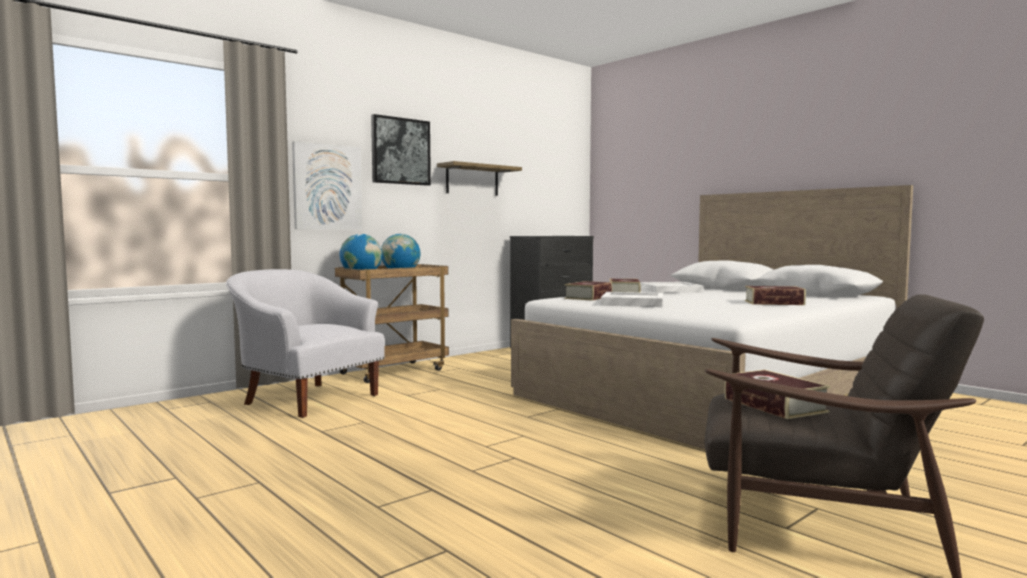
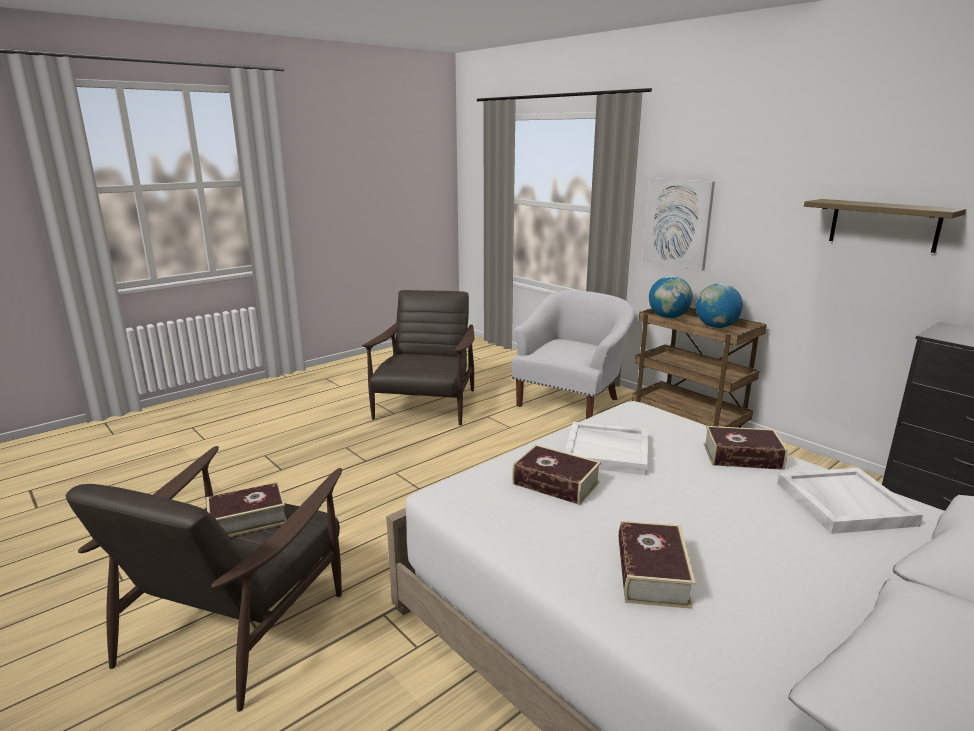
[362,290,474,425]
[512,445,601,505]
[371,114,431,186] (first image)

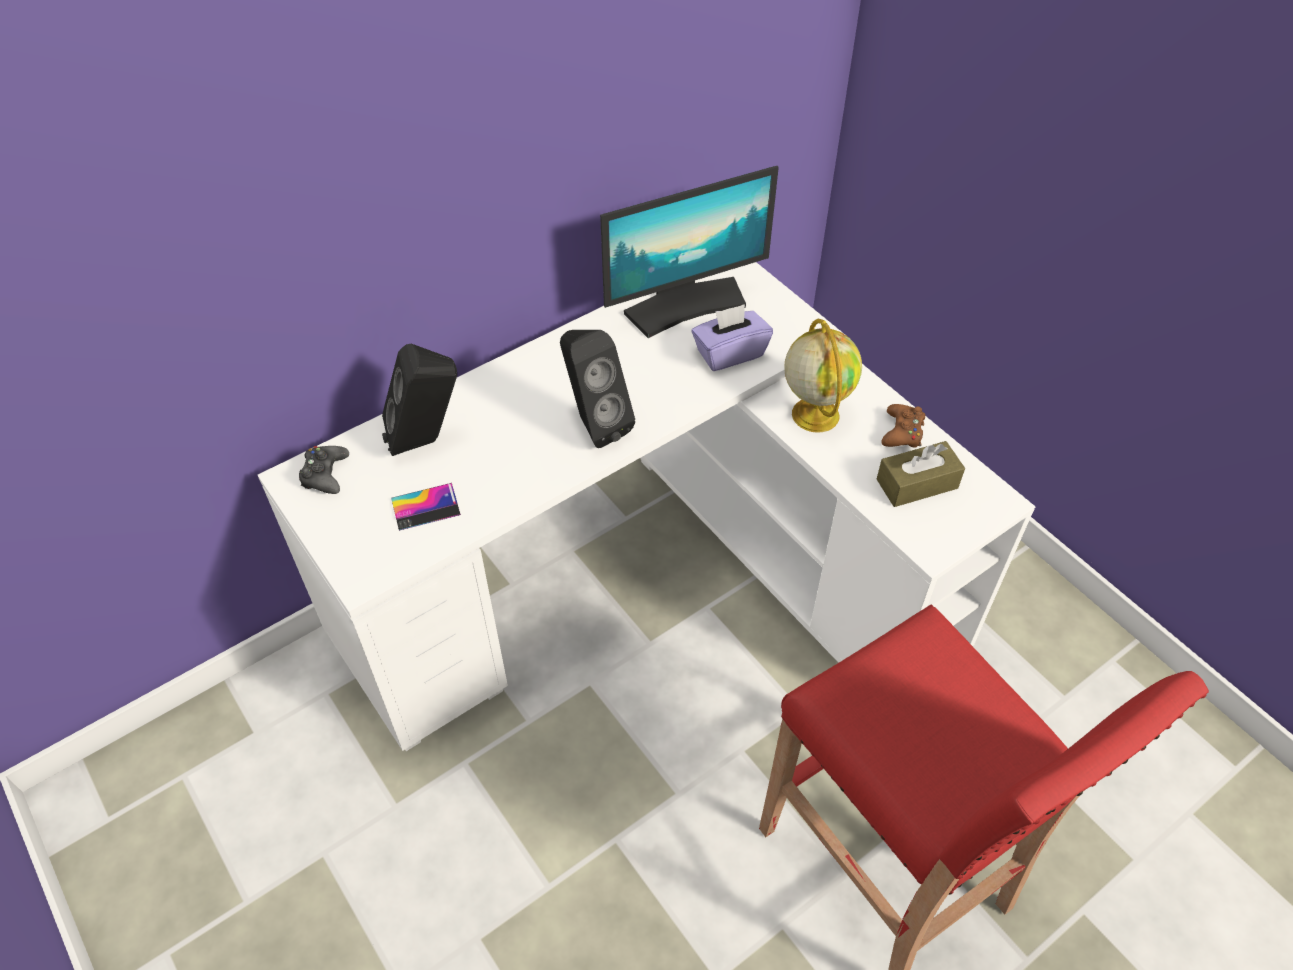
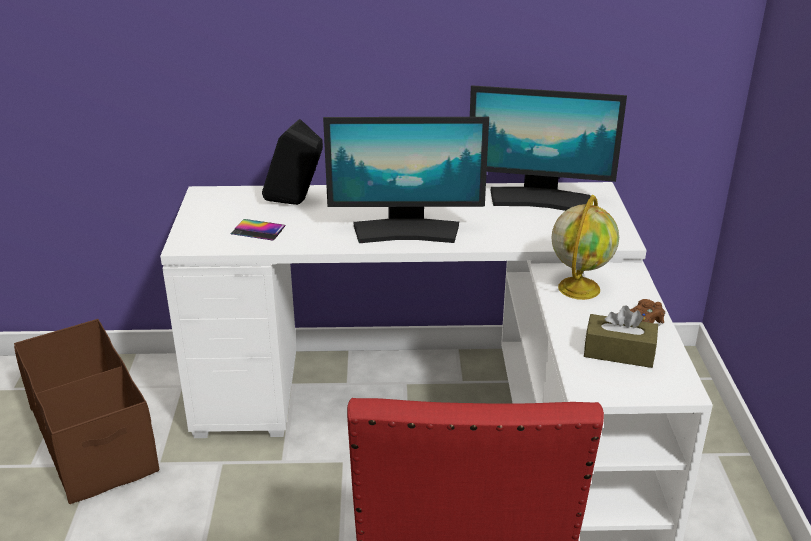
[14,319,159,504]
[323,117,489,243]
[299,446,349,494] (first image)
[692,304,773,371] (first image)

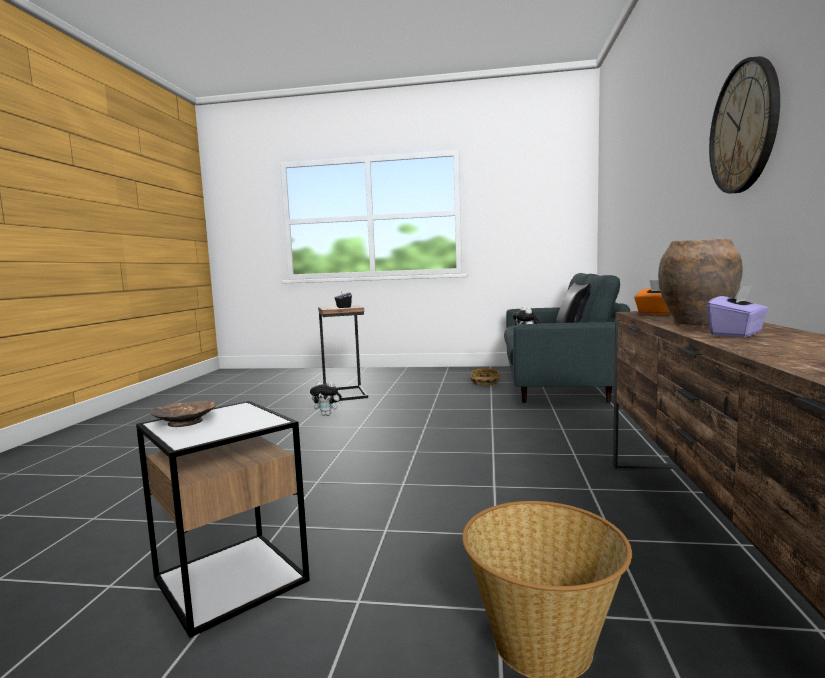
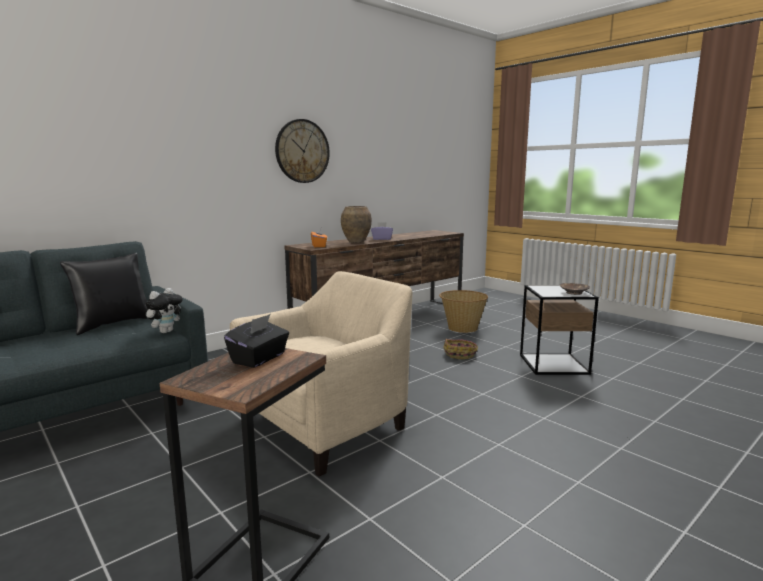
[230,271,412,476]
[443,339,478,359]
[310,381,342,416] (first image)

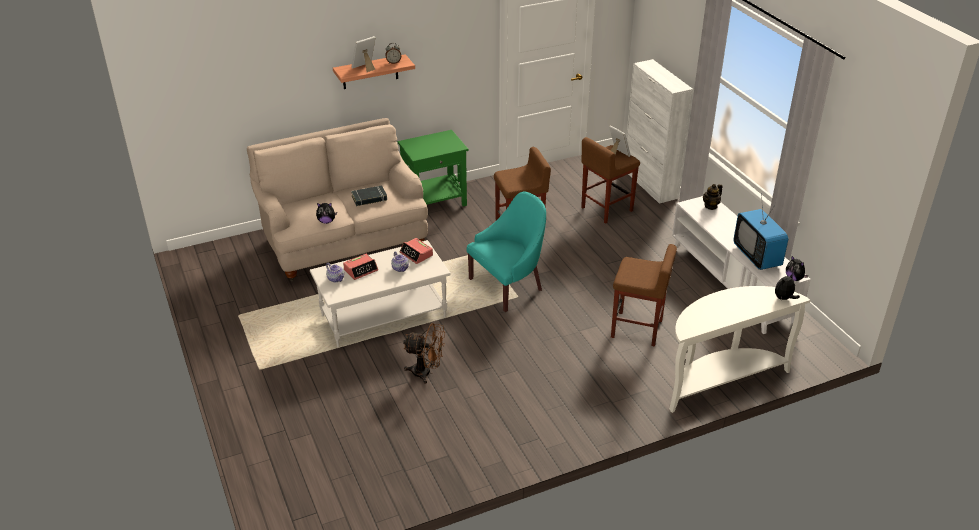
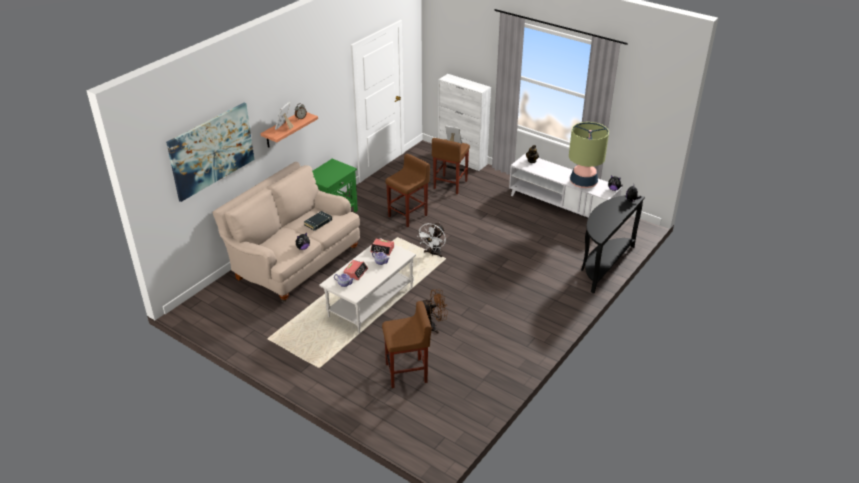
[166,102,254,202]
[382,301,431,388]
[417,223,446,257]
[569,122,609,188]
[581,195,645,293]

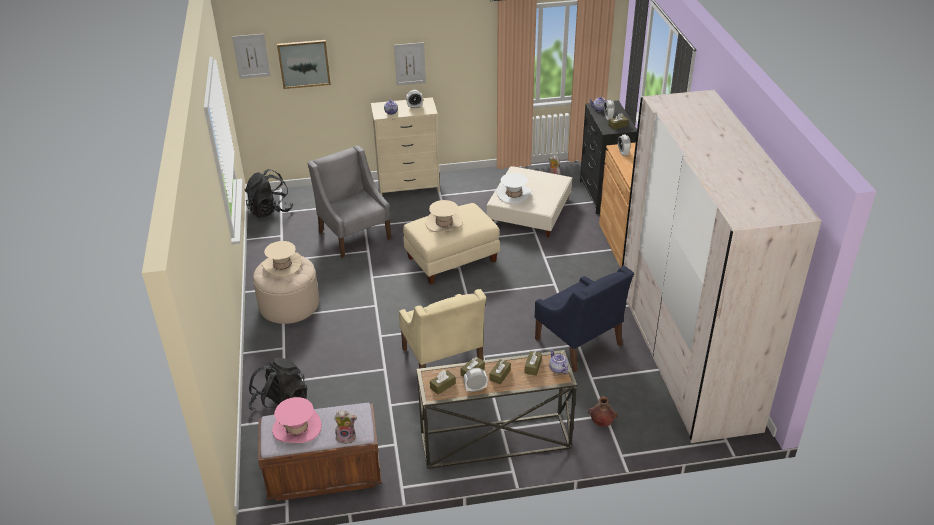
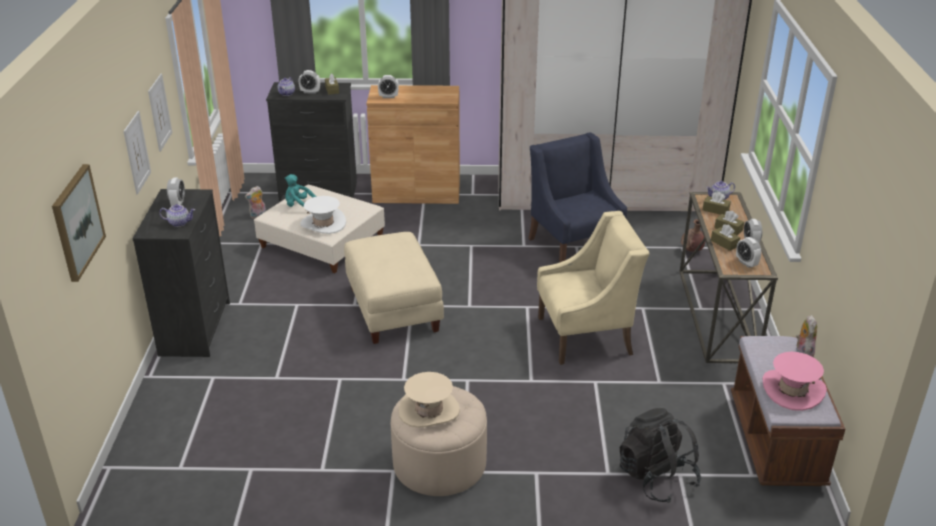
[132,189,230,357]
[148,74,172,152]
[285,174,317,207]
[528,132,627,262]
[736,237,761,268]
[244,169,294,218] (first image)
[307,145,391,258] (first image)
[426,200,463,232] (first image)

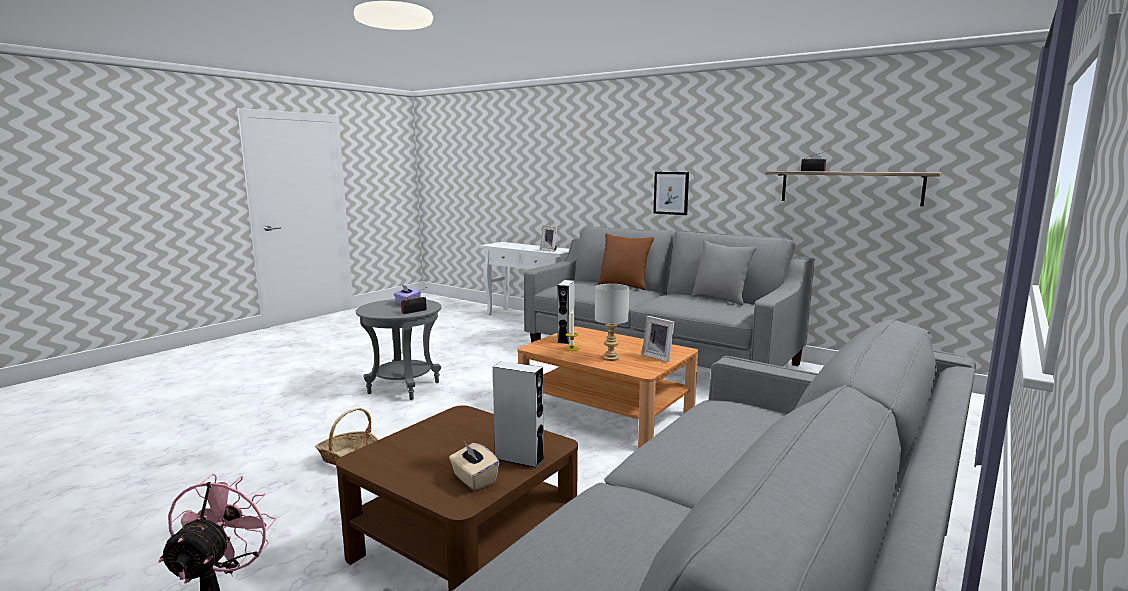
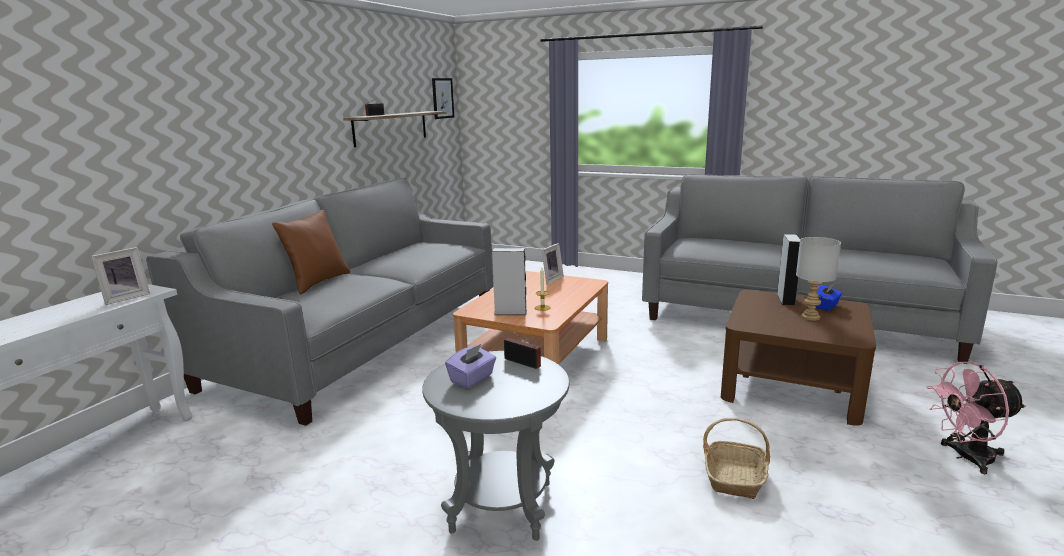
[432,78,454,119]
[796,237,841,321]
[815,283,842,311]
[691,240,757,306] (first image)

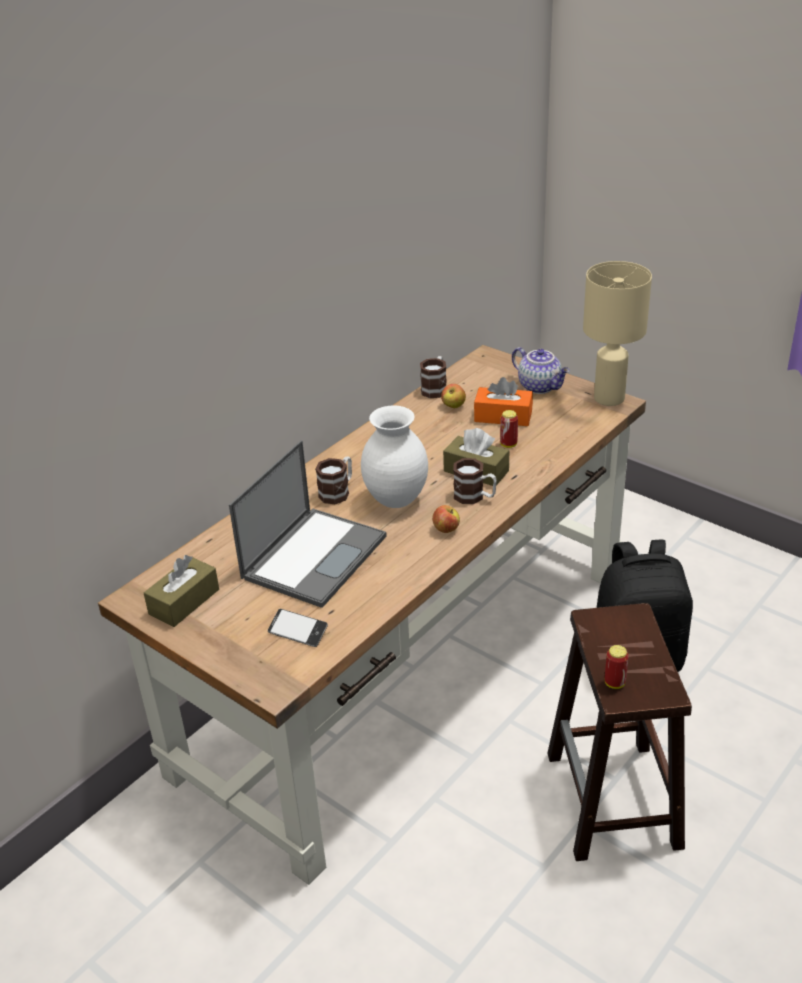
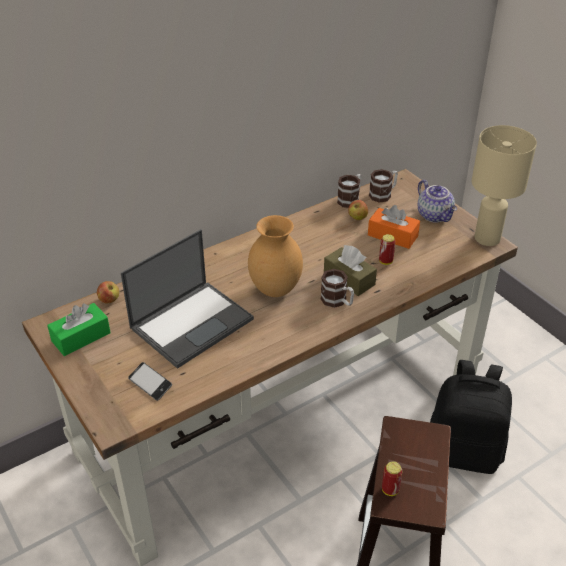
[47,303,111,356]
[97,281,119,303]
[248,215,303,297]
[369,169,398,203]

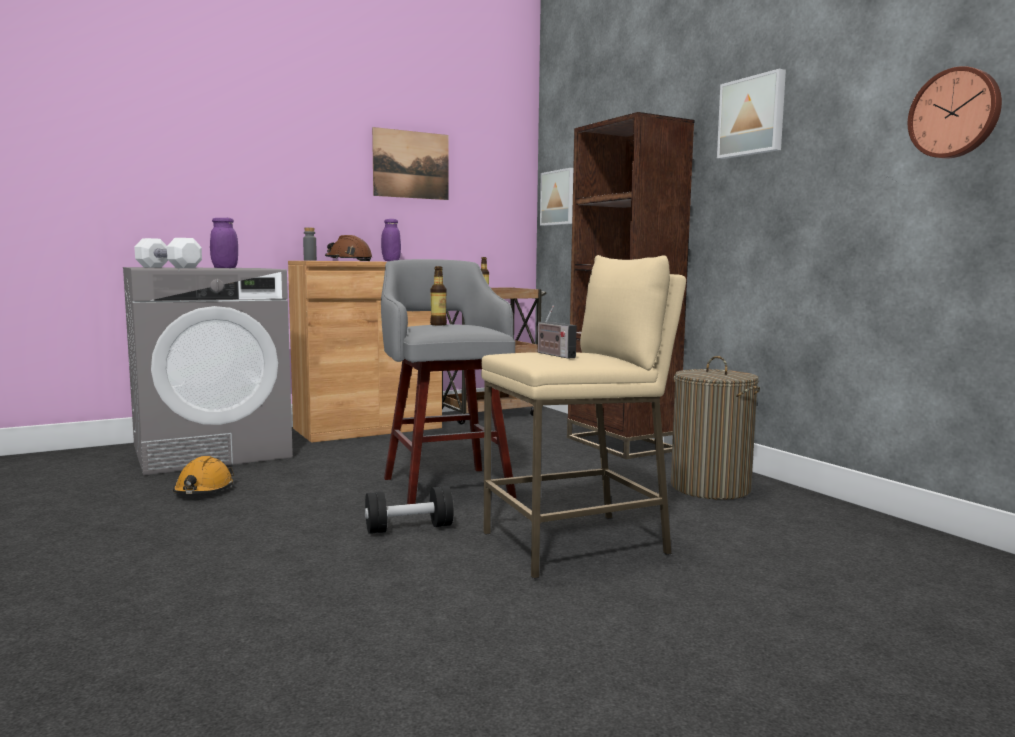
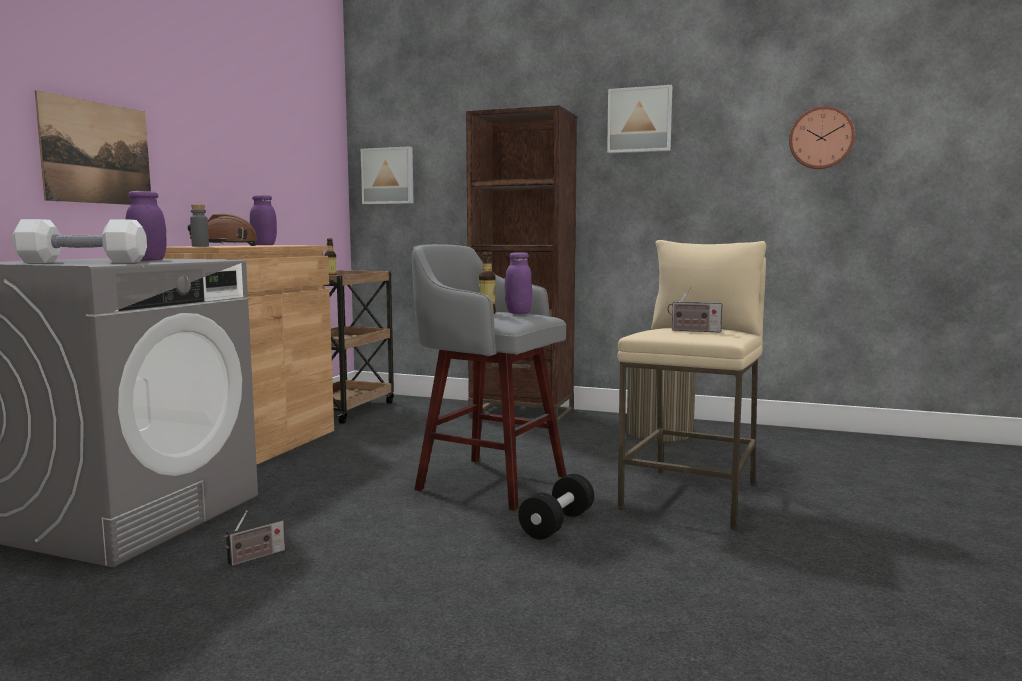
[35,90,151,205]
[221,510,285,566]
[504,252,532,314]

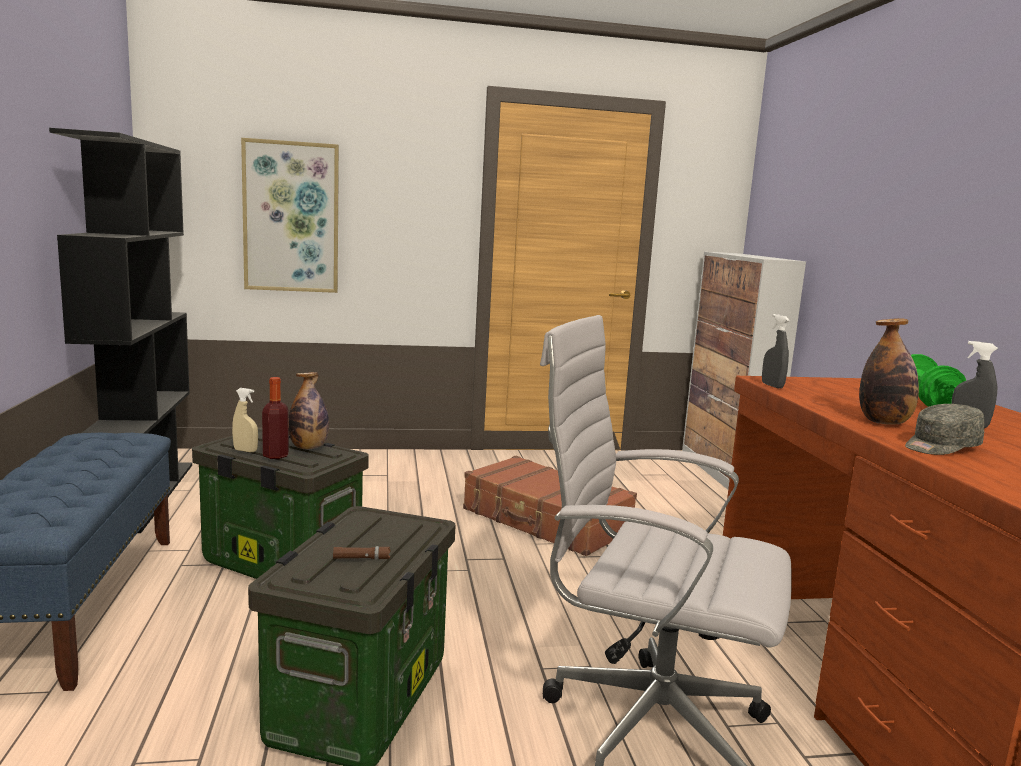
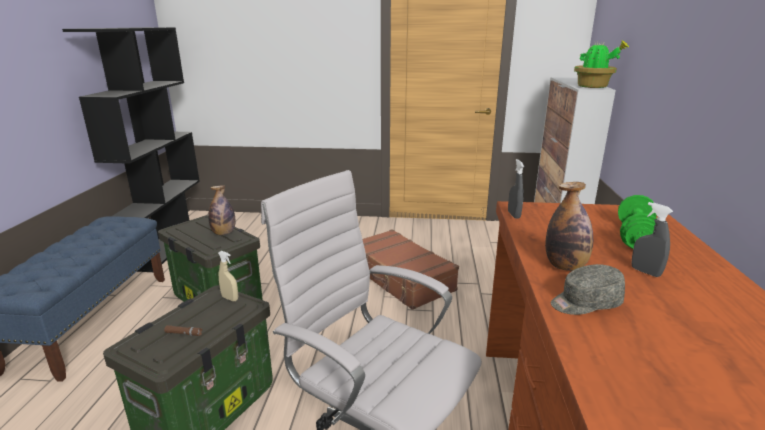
[218,251,238,301]
[574,41,629,88]
[241,138,339,293] (first image)
[262,377,289,459] (first image)

